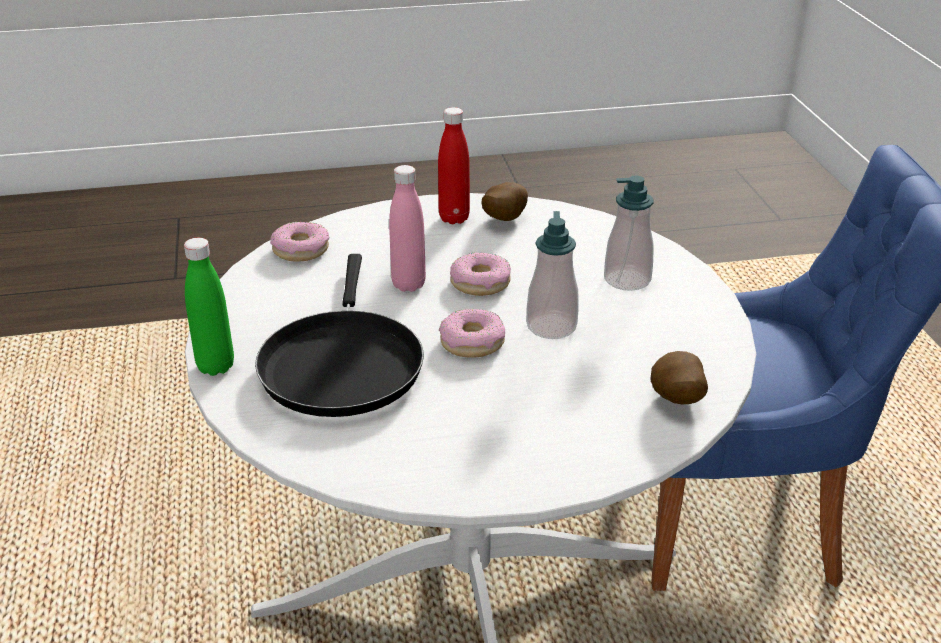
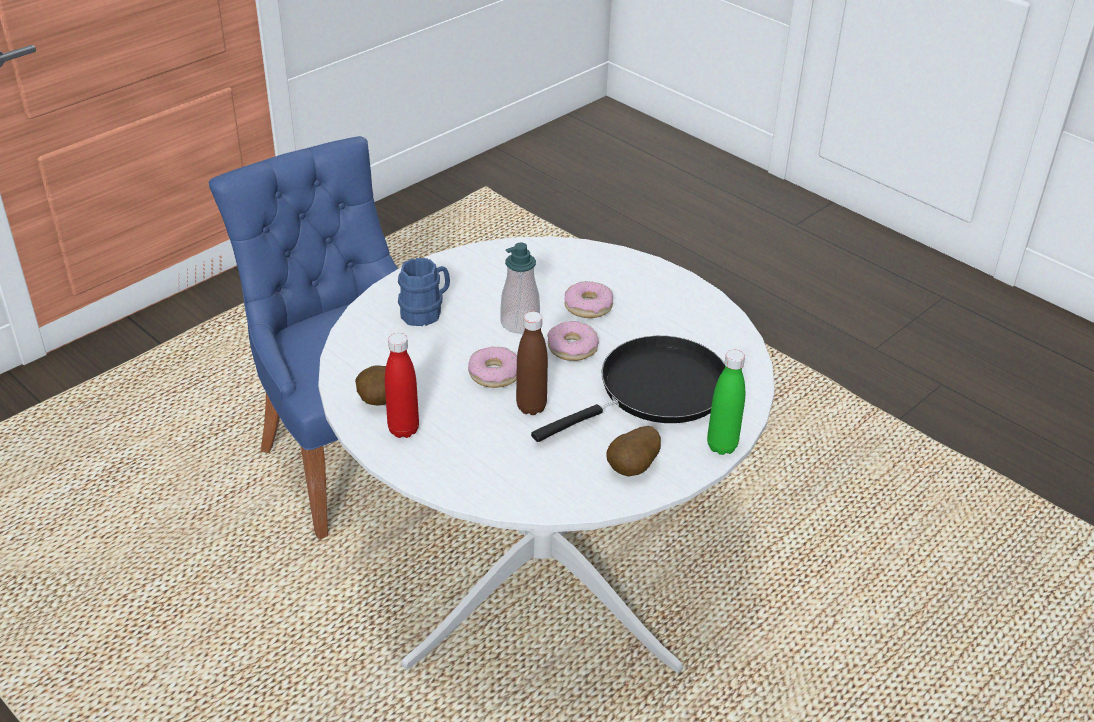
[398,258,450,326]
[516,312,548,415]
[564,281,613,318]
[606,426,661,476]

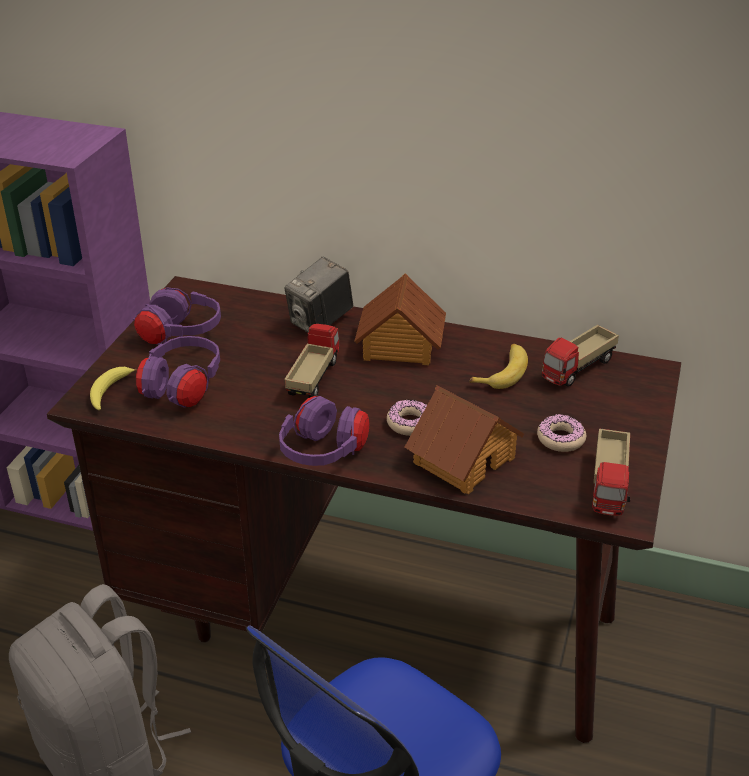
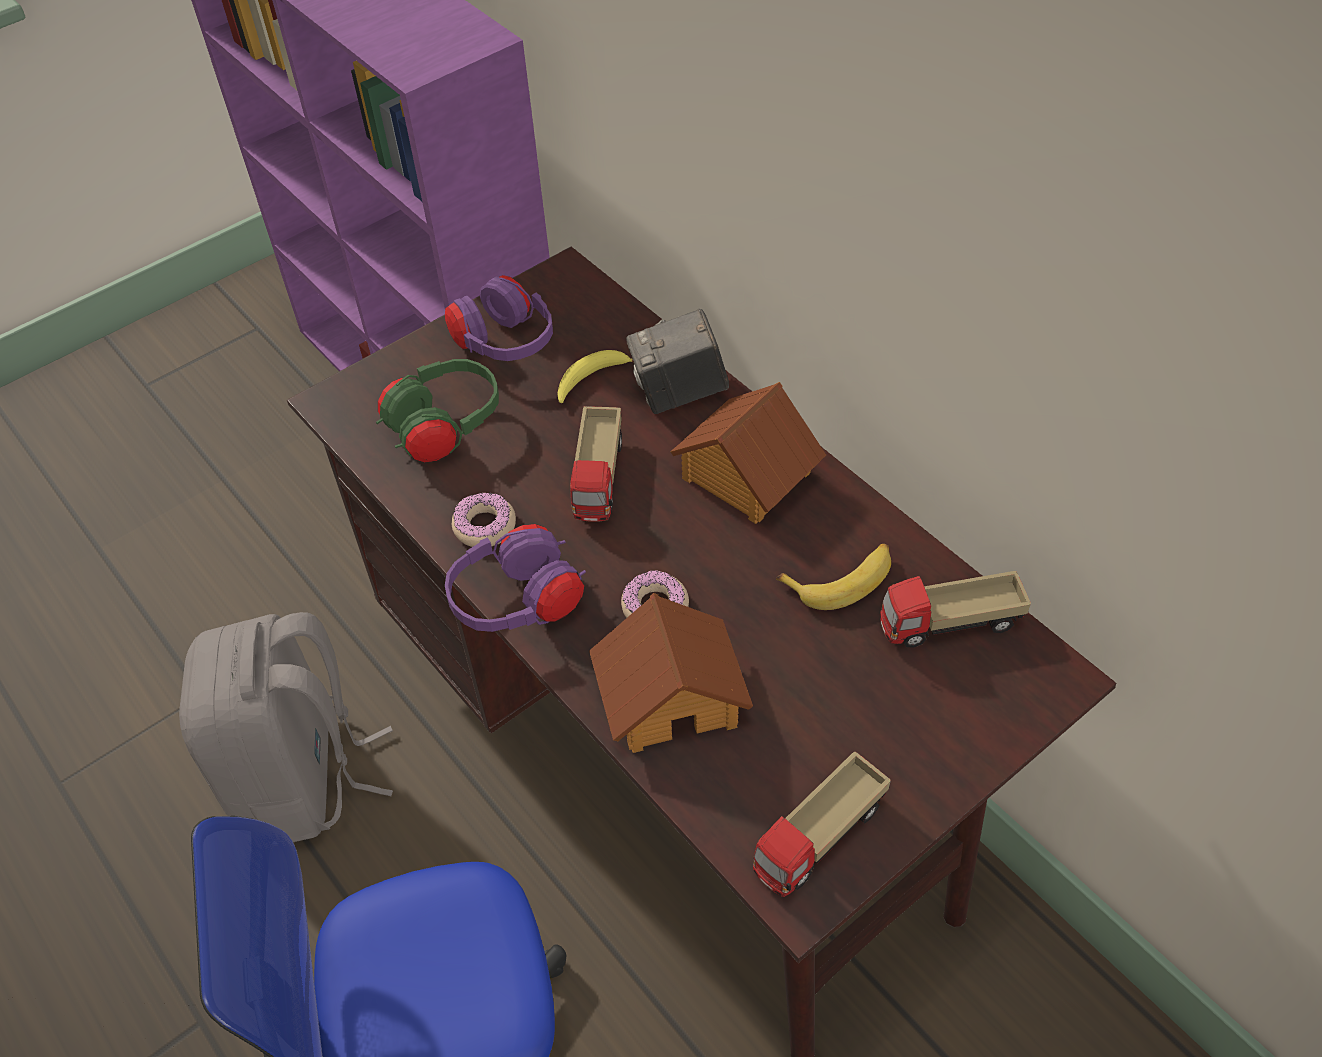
[376,359,499,462]
[452,492,516,547]
[557,350,634,403]
[570,406,622,522]

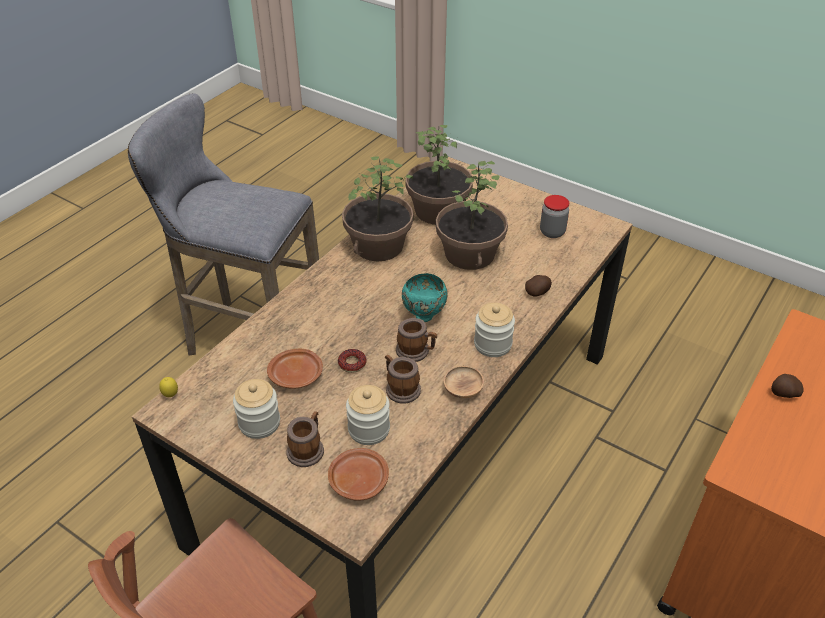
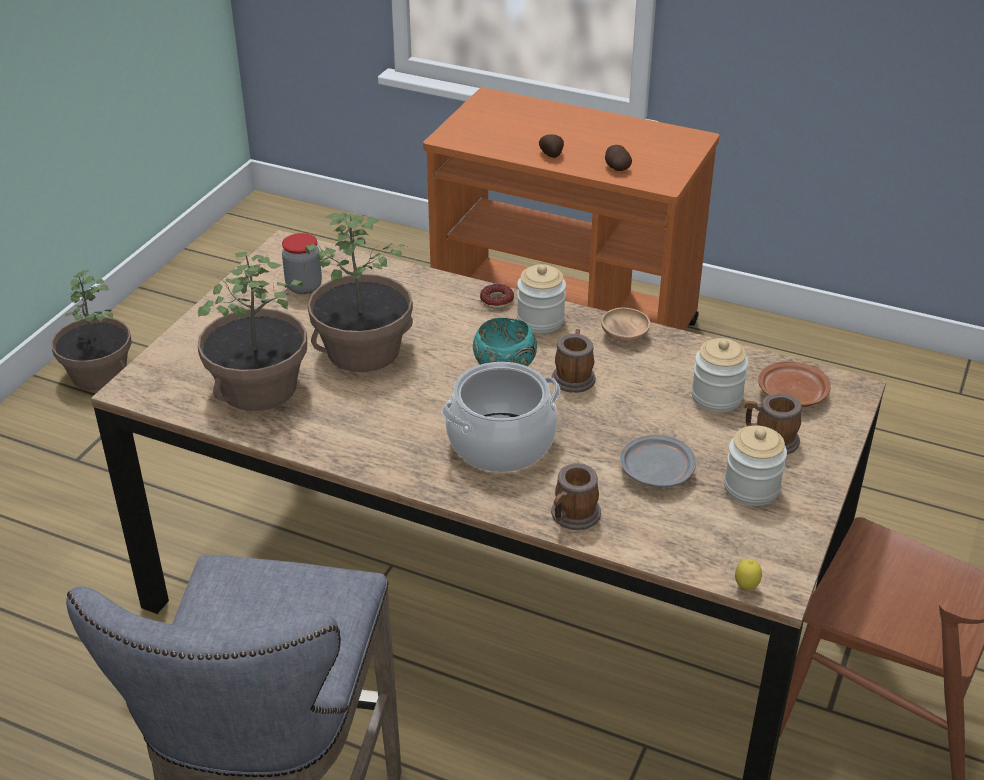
[51,270,132,390]
[441,362,560,472]
[480,284,514,308]
[551,463,601,530]
[605,145,632,171]
[620,435,696,487]

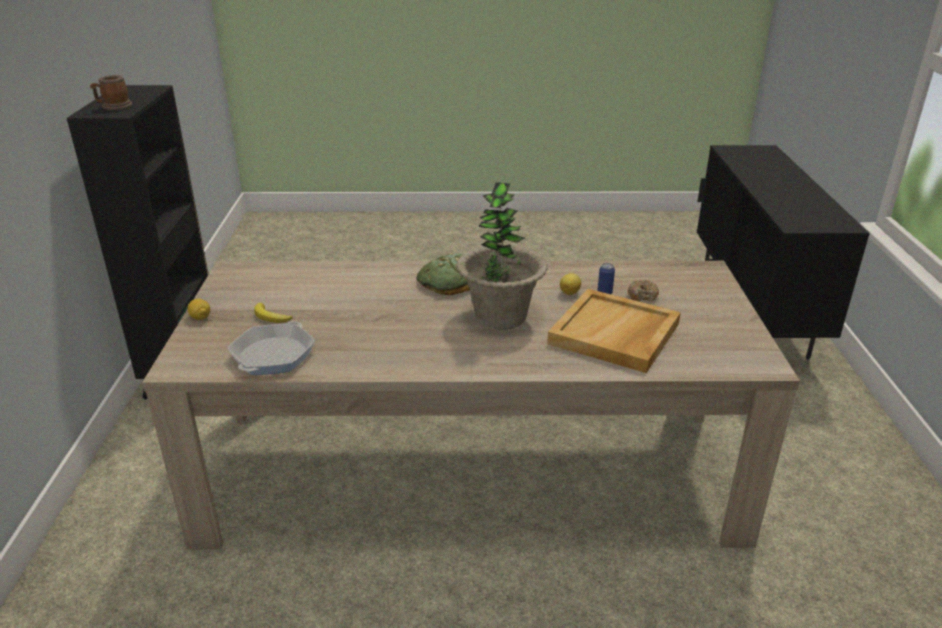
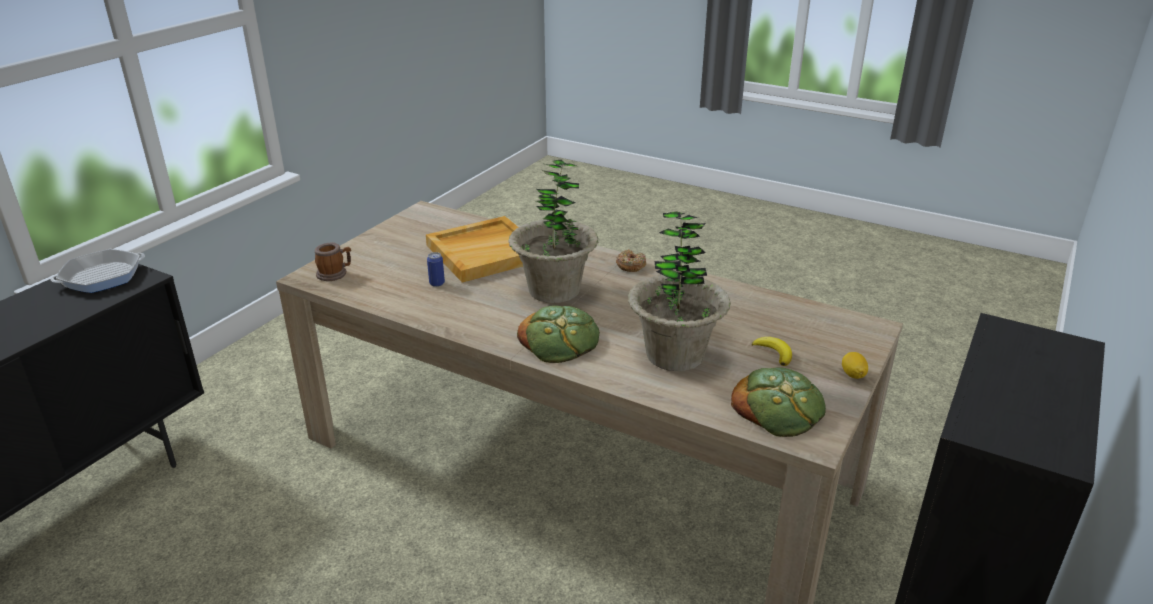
[51,249,145,293]
[315,242,351,281]
[616,249,646,272]
[628,212,731,371]
[731,367,826,437]
[560,273,581,295] (first image)

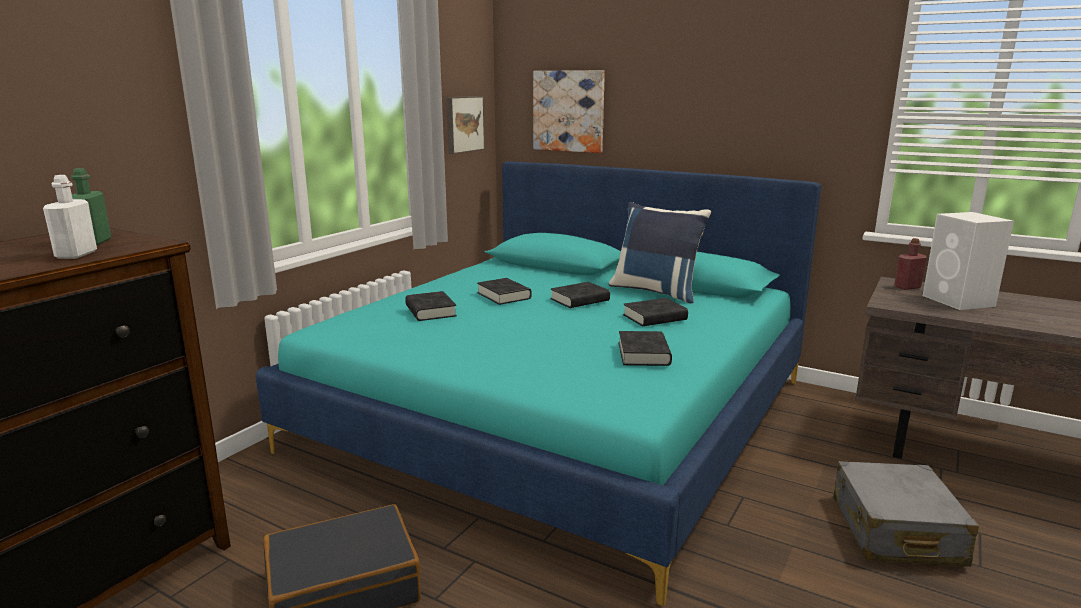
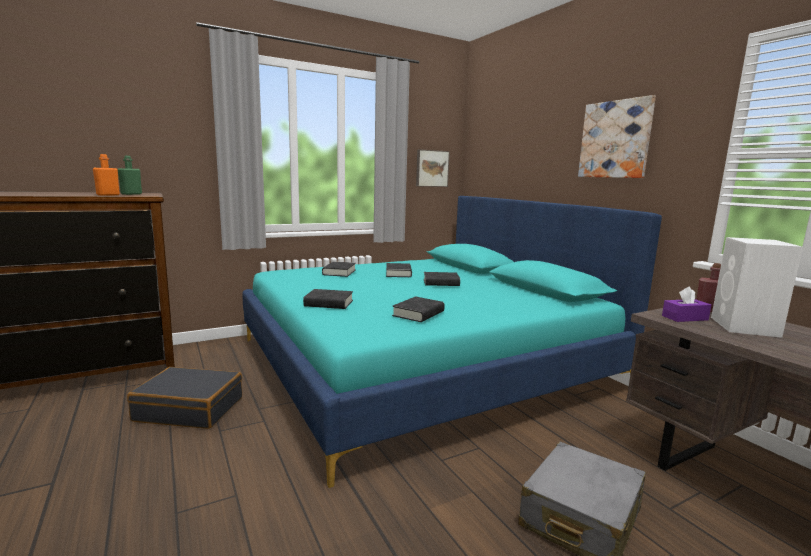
[93,154,120,196]
[303,289,353,309]
[578,95,656,178]
[662,287,711,322]
[609,202,711,303] (first image)

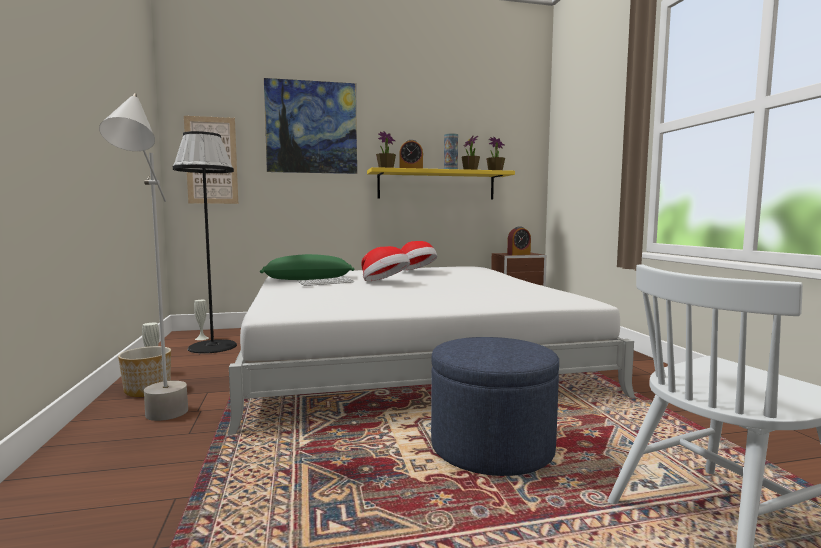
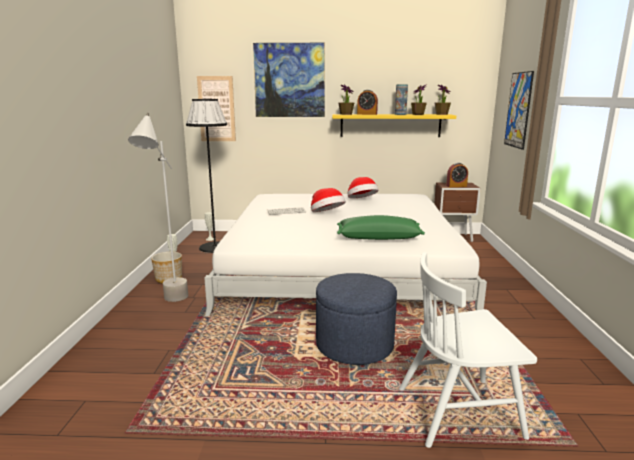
[337,215,425,240]
[504,71,534,150]

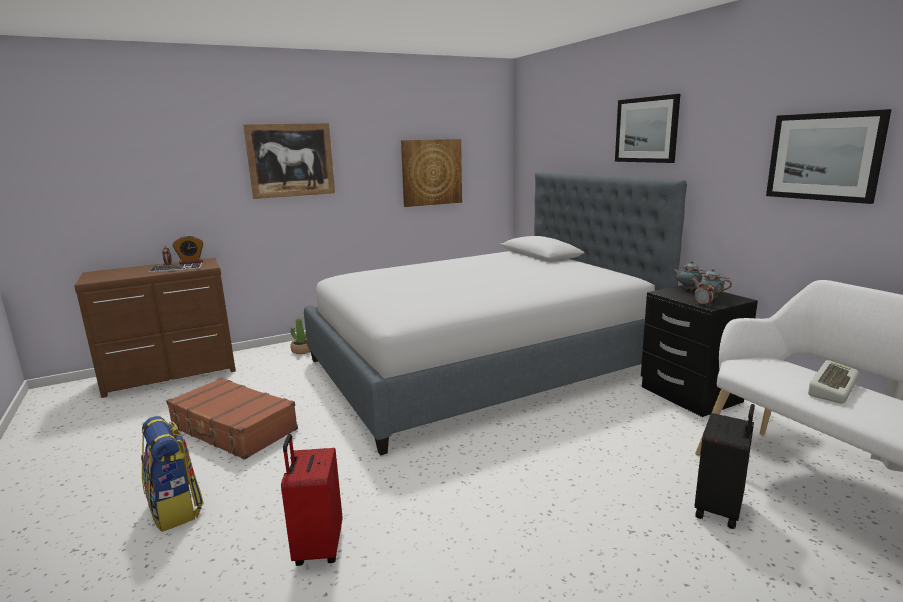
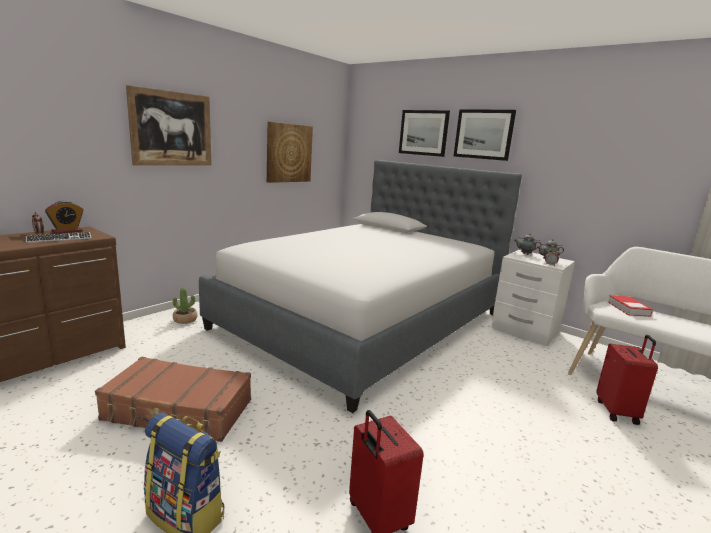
[399,110,450,157]
[491,250,575,346]
[596,335,658,425]
[608,295,653,317]
[808,360,859,404] (first image)

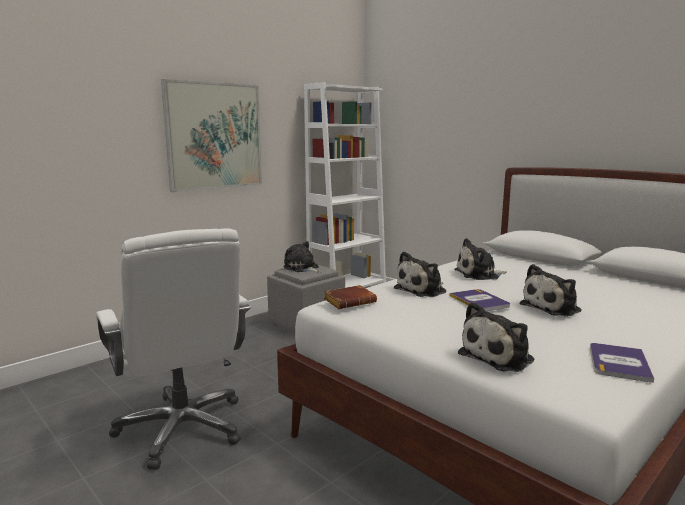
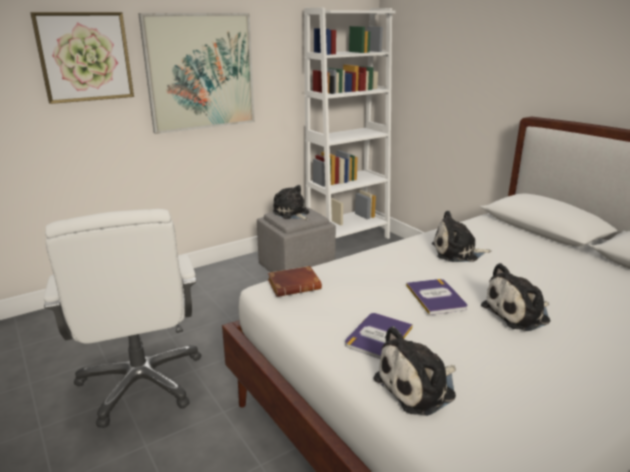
[30,12,134,104]
[345,313,413,359]
[394,251,446,297] (first image)

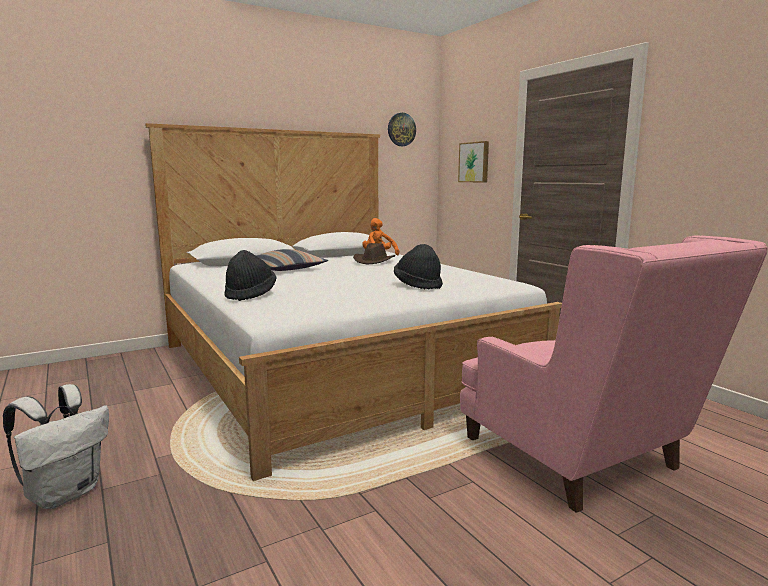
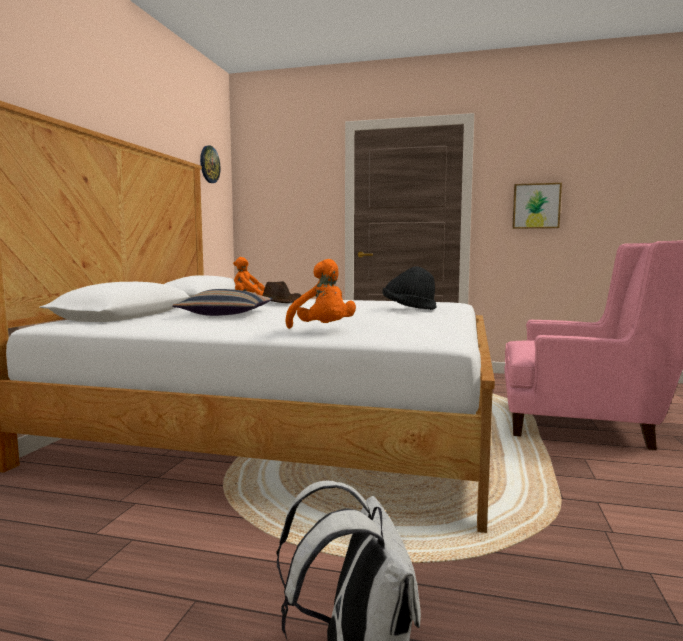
[285,259,356,329]
[512,183,562,229]

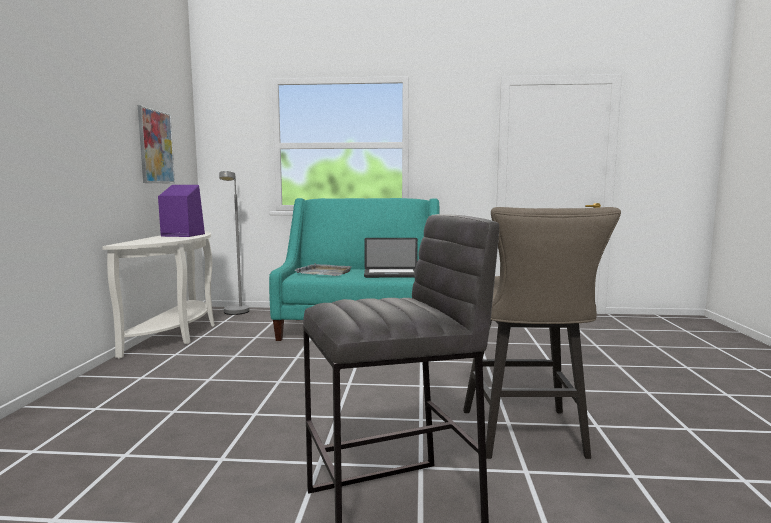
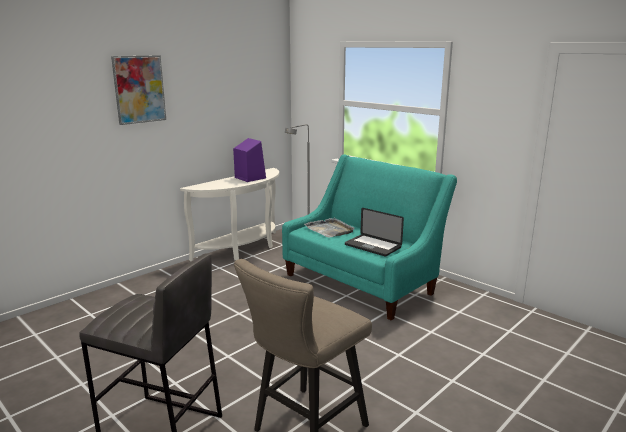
[111,55,166,125]

